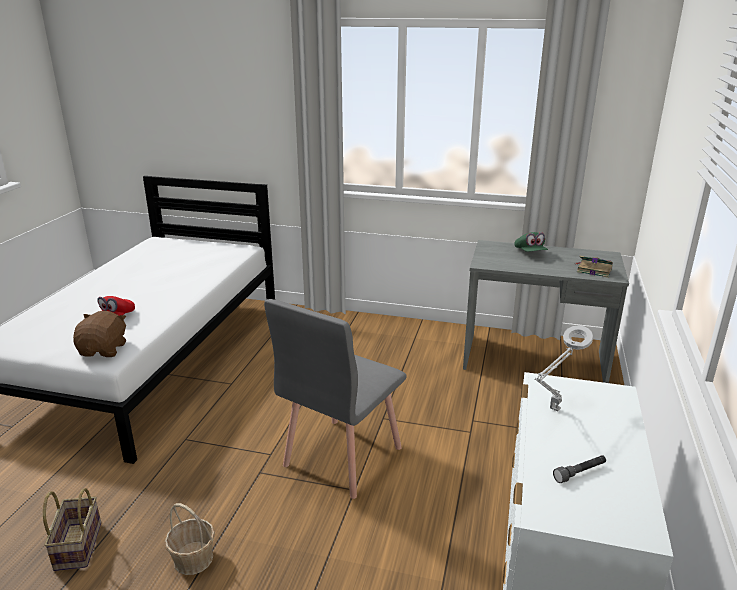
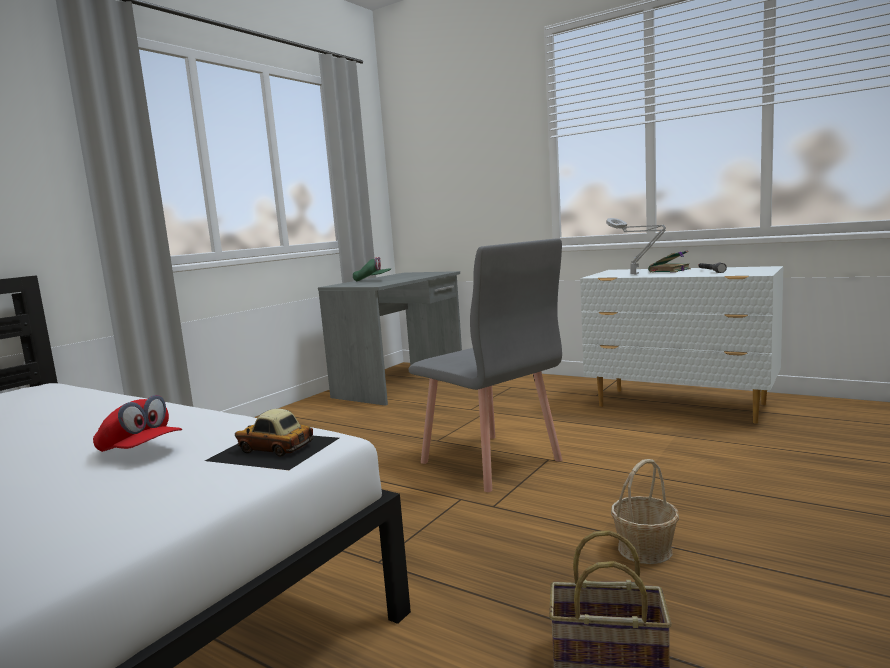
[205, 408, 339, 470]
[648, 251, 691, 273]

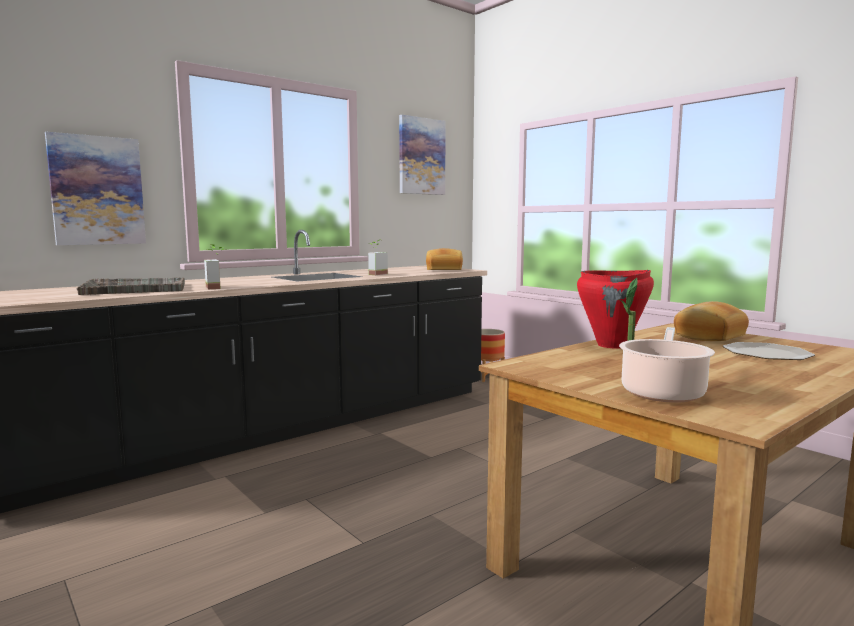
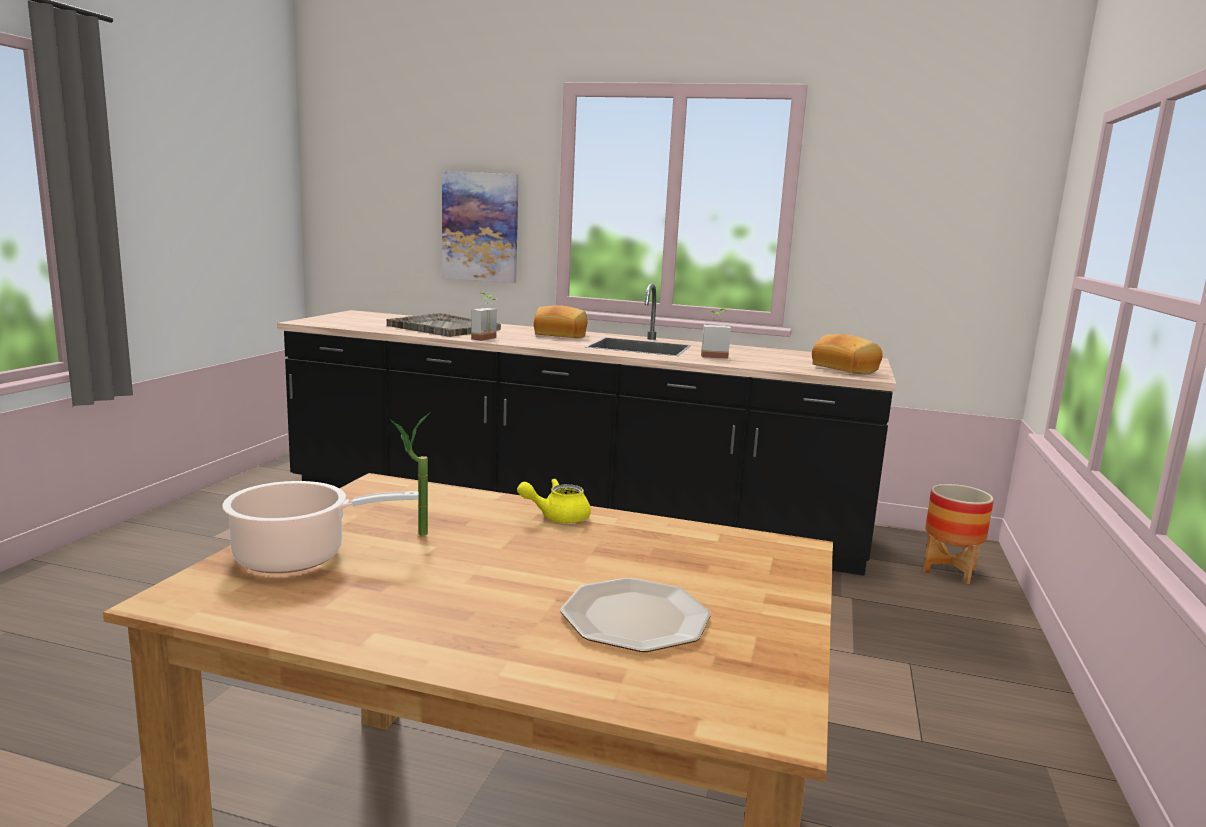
[517, 479, 591, 523]
[534, 305, 588, 338]
[399, 115, 446, 195] (first image)

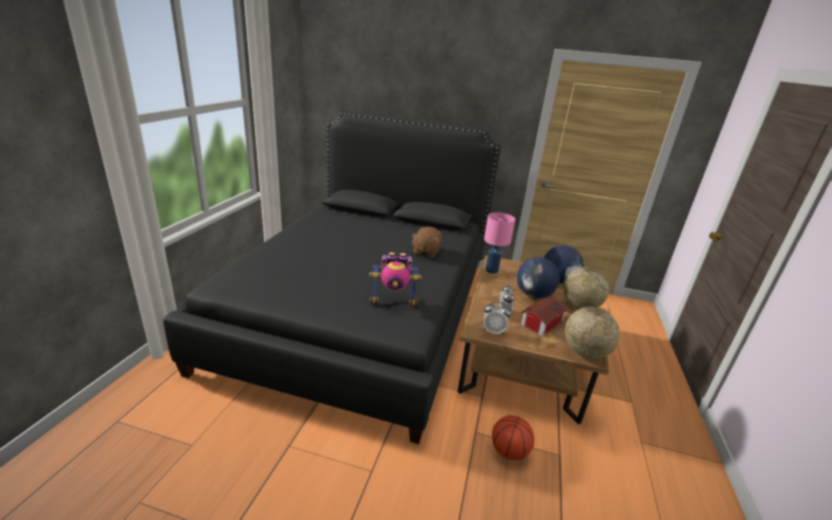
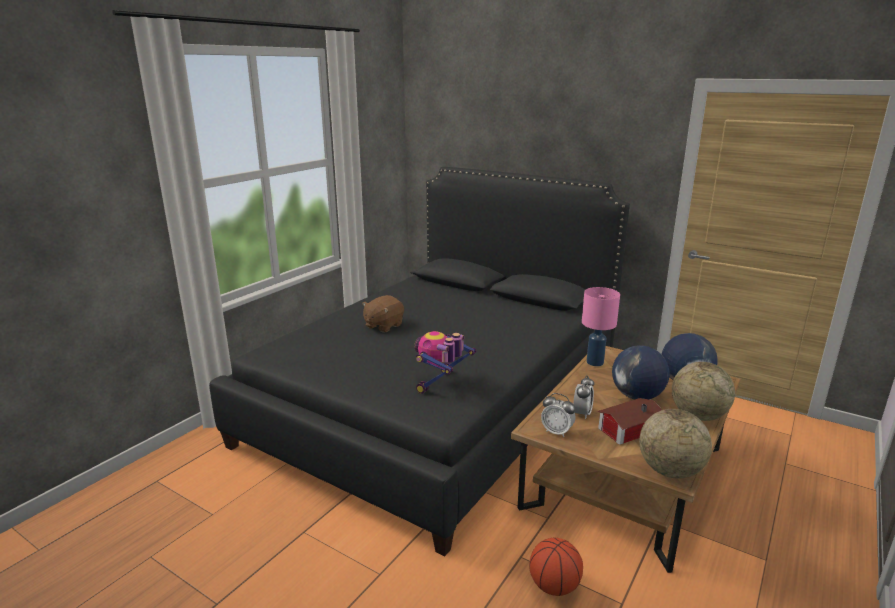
[362, 295, 404, 333]
[414, 331, 476, 394]

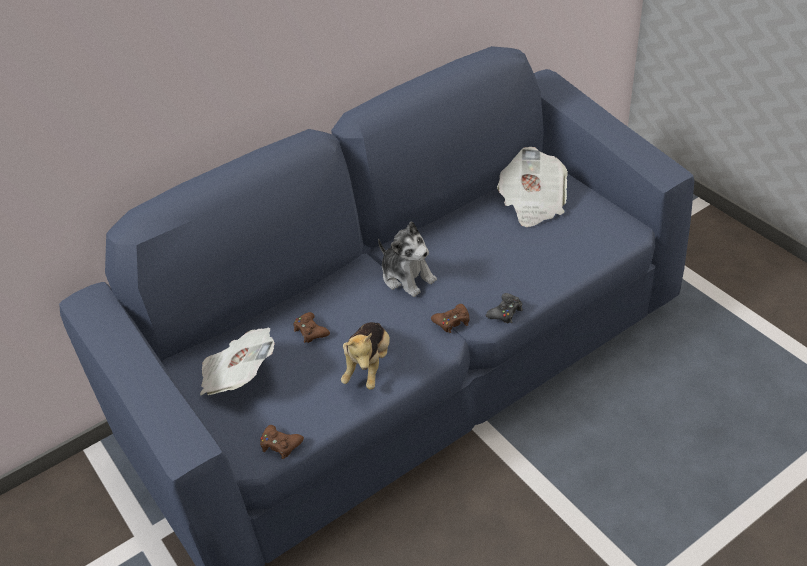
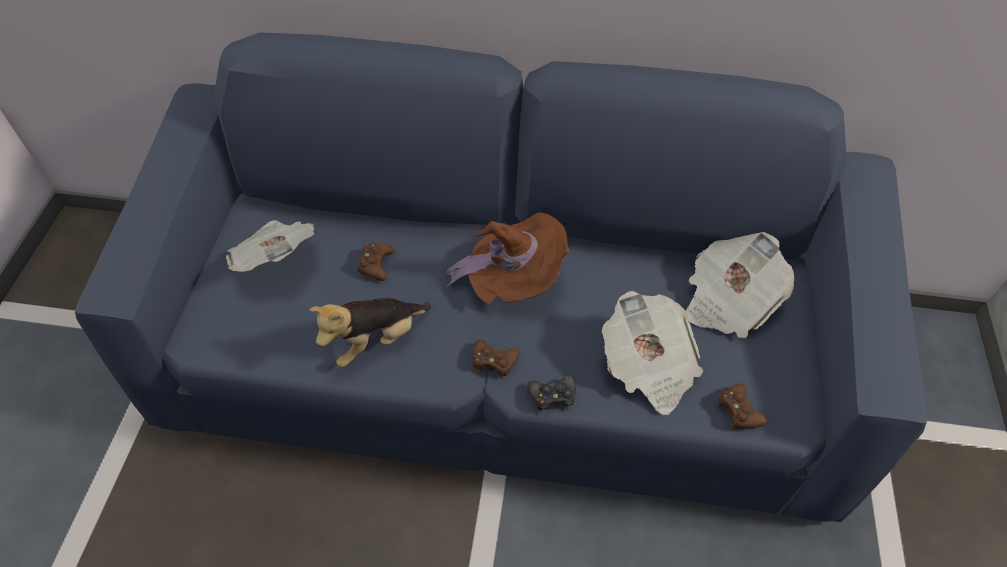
[447, 212, 569, 305]
[602, 291, 703, 415]
[717, 383, 767, 429]

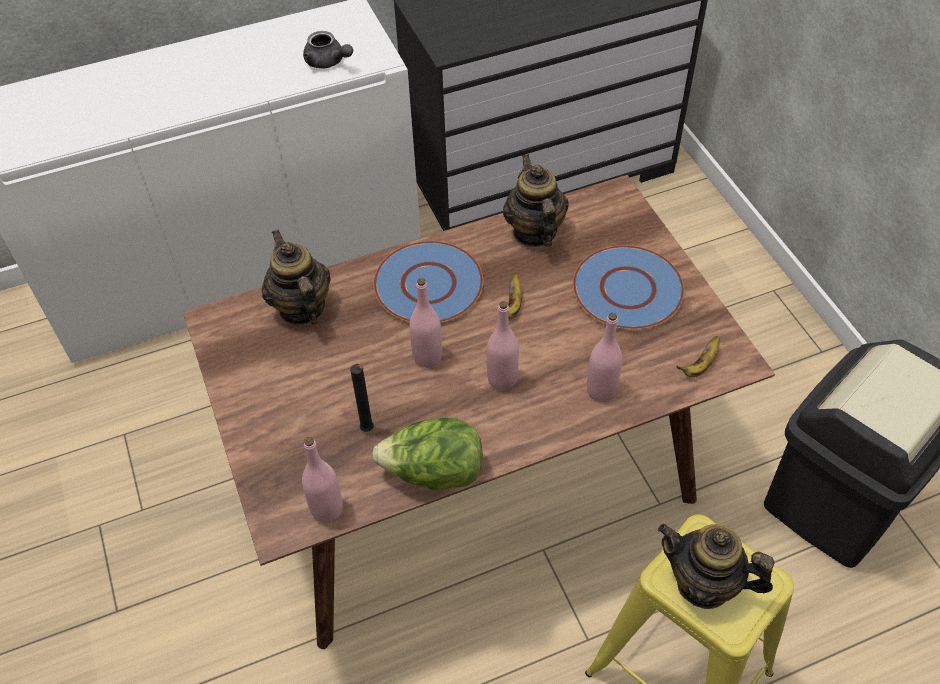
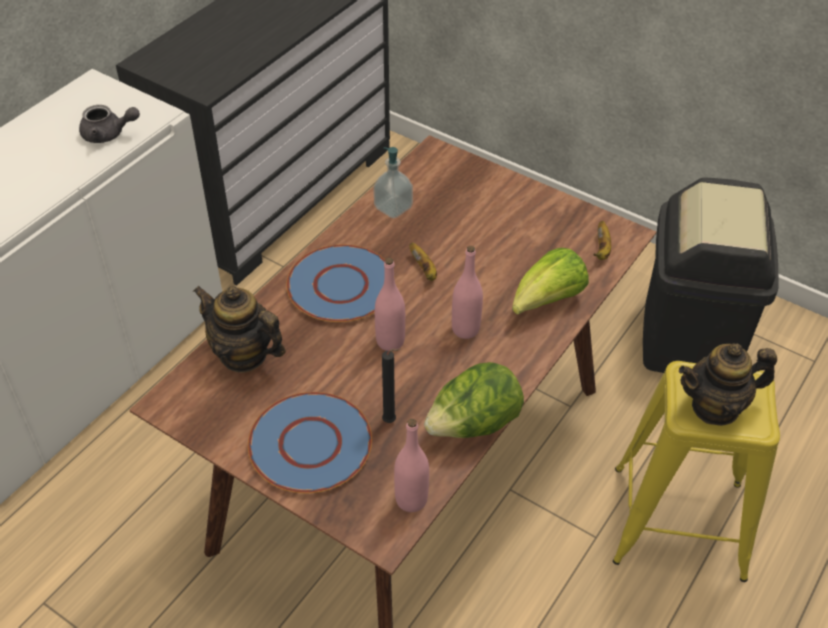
[248, 392, 372, 493]
[373, 147, 413, 218]
[512, 248, 589, 315]

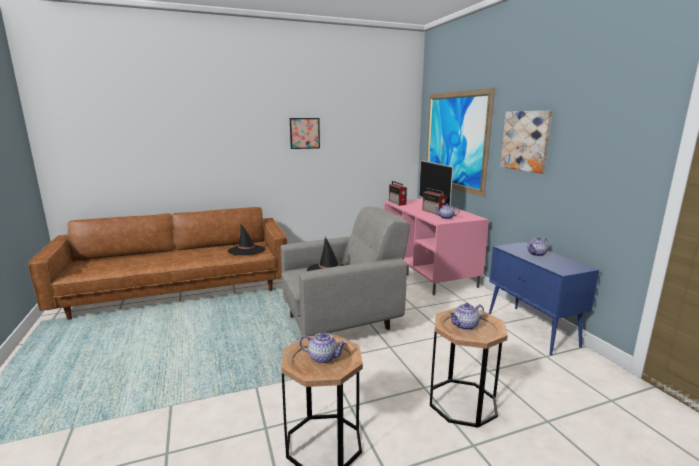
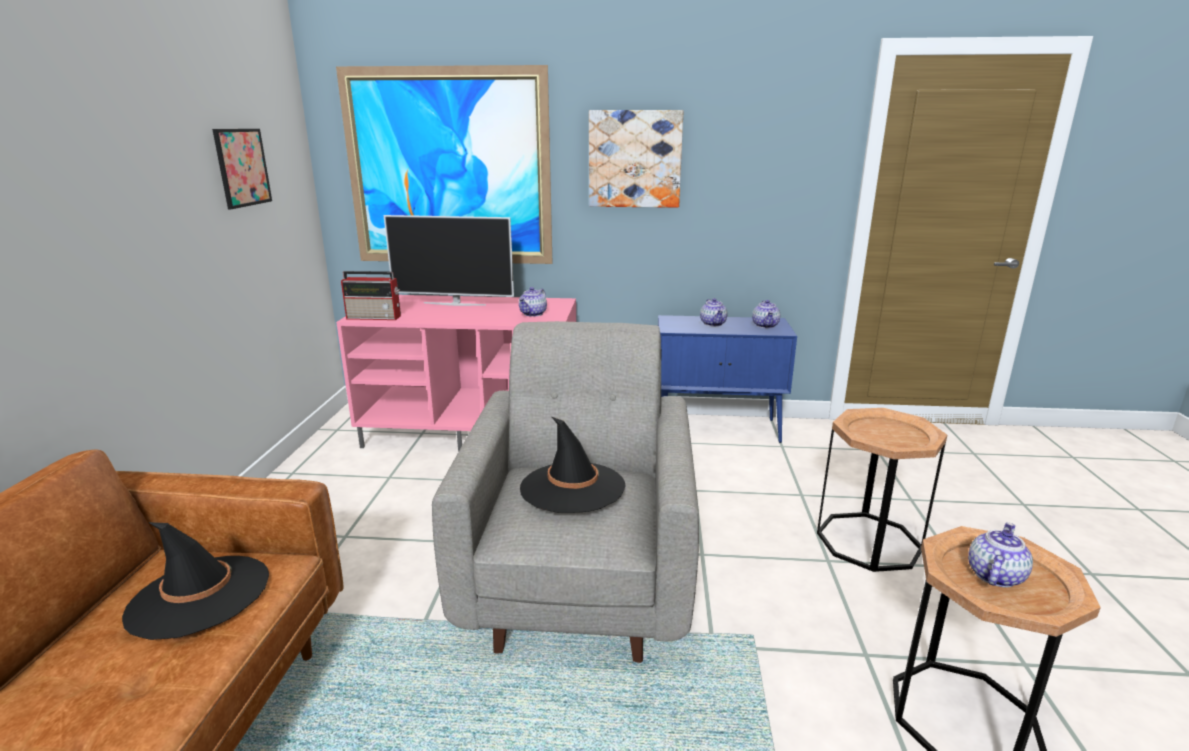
[212, 129, 272, 209]
[752, 300, 780, 328]
[422, 188, 447, 215] (first image)

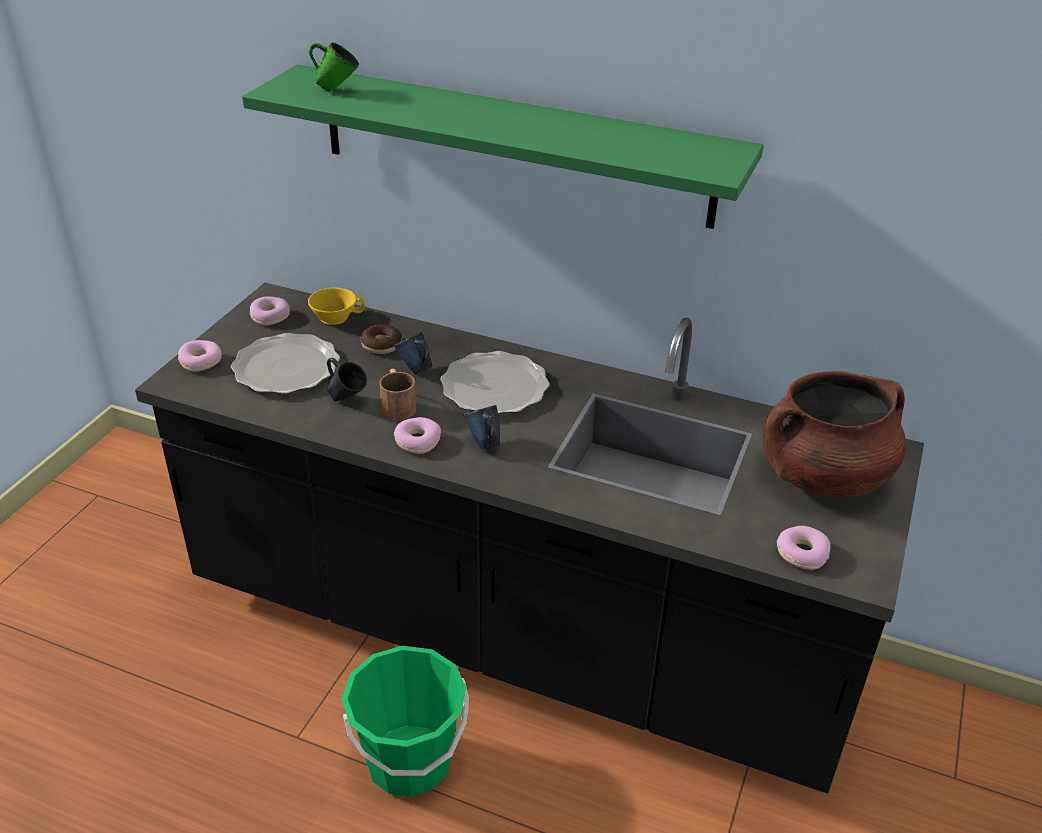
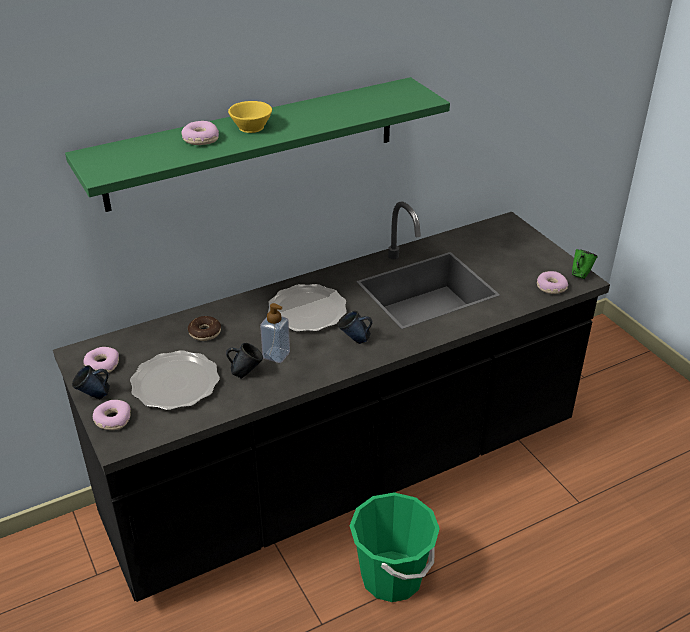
[72, 365, 110, 399]
[182, 121, 219, 145]
[228, 101, 272, 133]
[260, 303, 290, 363]
[572, 249, 598, 279]
[762, 371, 906, 498] (first image)

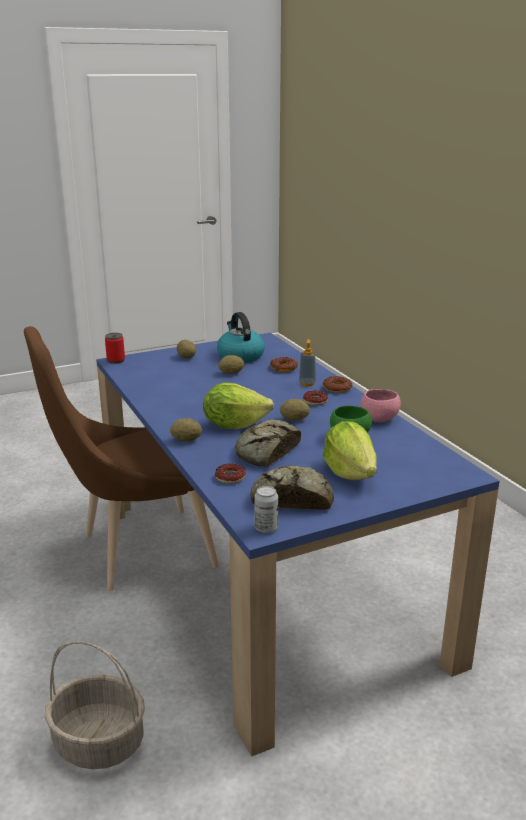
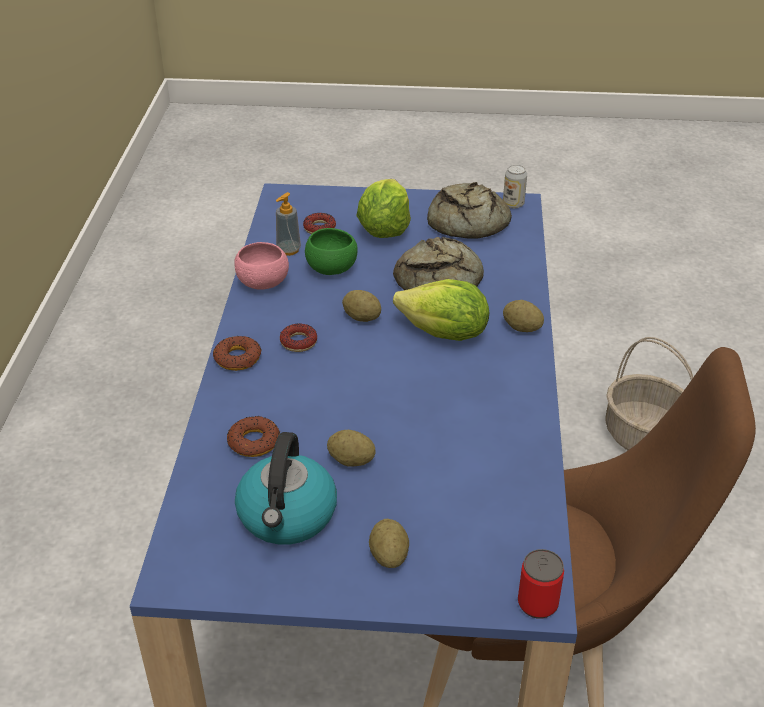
[276, 192, 301, 256]
[303, 213, 336, 234]

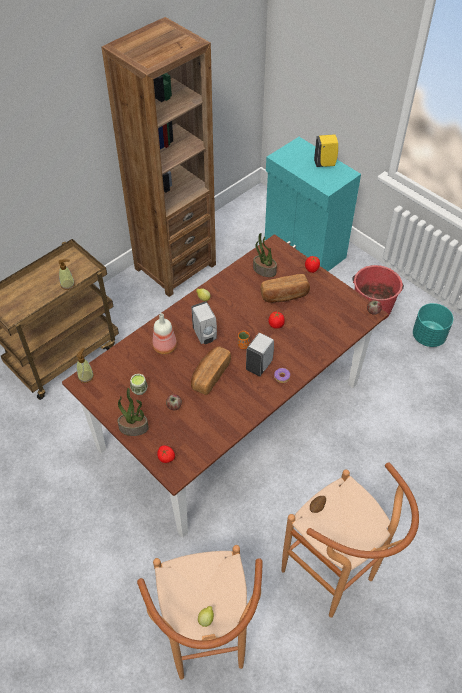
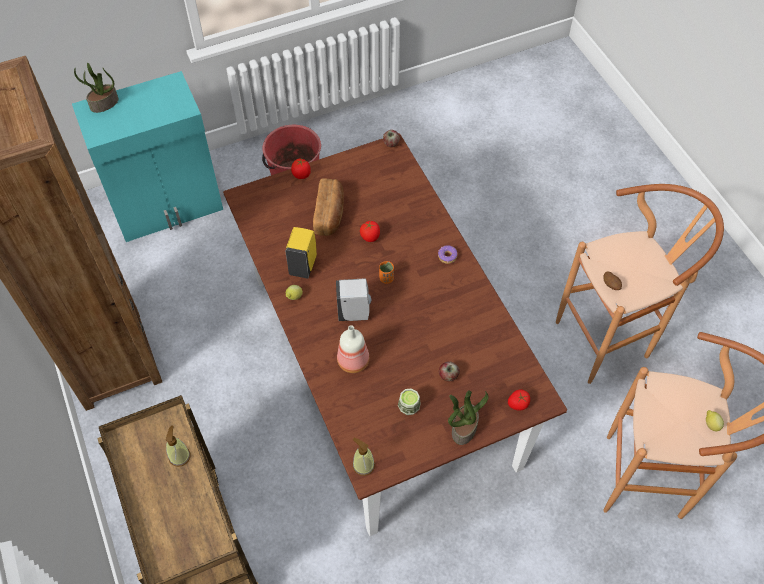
[74, 63, 118, 113]
[285, 227, 317, 279]
[191, 346, 231, 395] (first image)
[246, 333, 274, 377] (first image)
[413, 303, 453, 347] (first image)

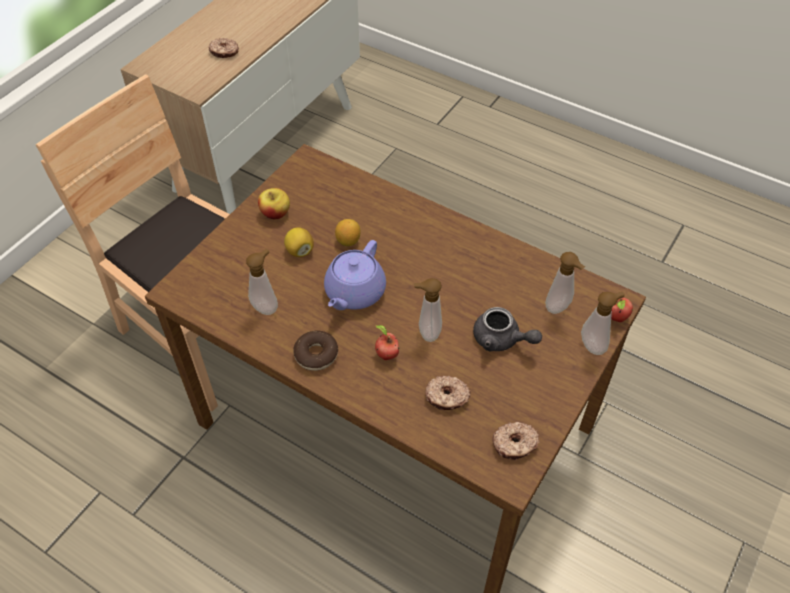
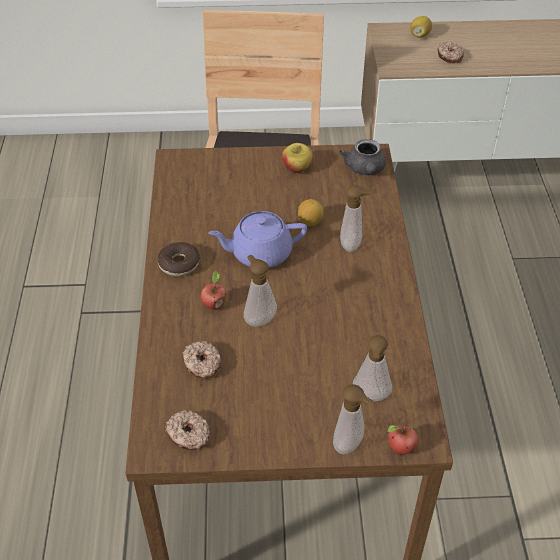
[339, 139, 386, 175]
[340, 185, 372, 252]
[410, 16, 432, 38]

